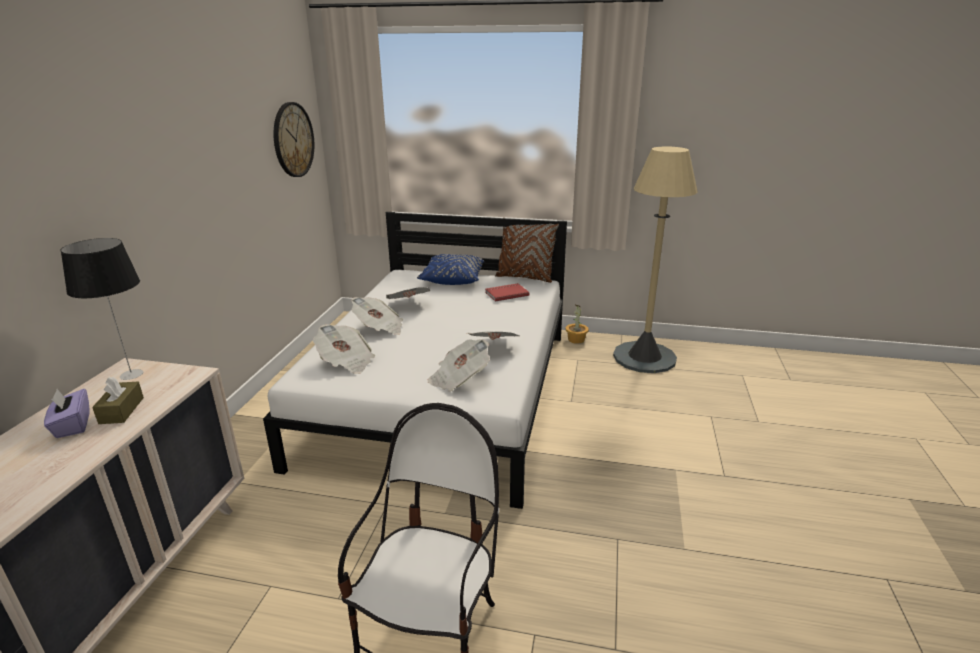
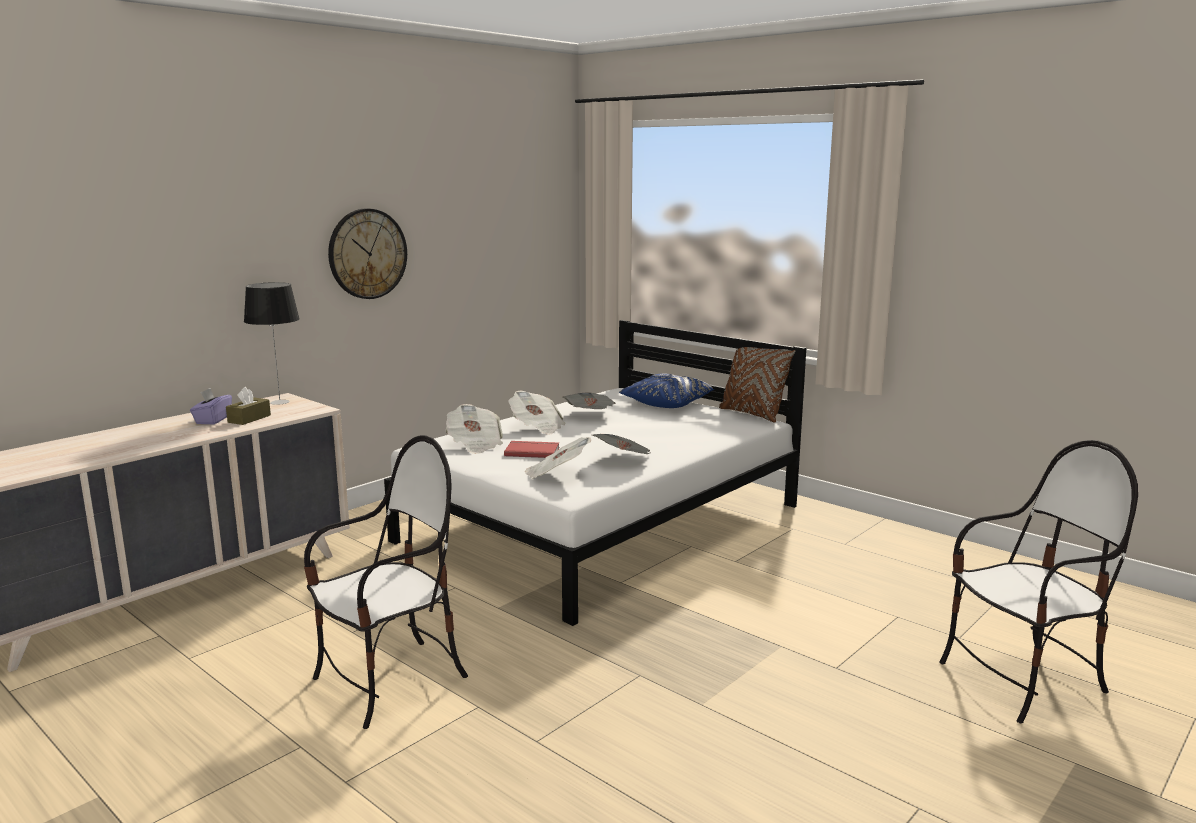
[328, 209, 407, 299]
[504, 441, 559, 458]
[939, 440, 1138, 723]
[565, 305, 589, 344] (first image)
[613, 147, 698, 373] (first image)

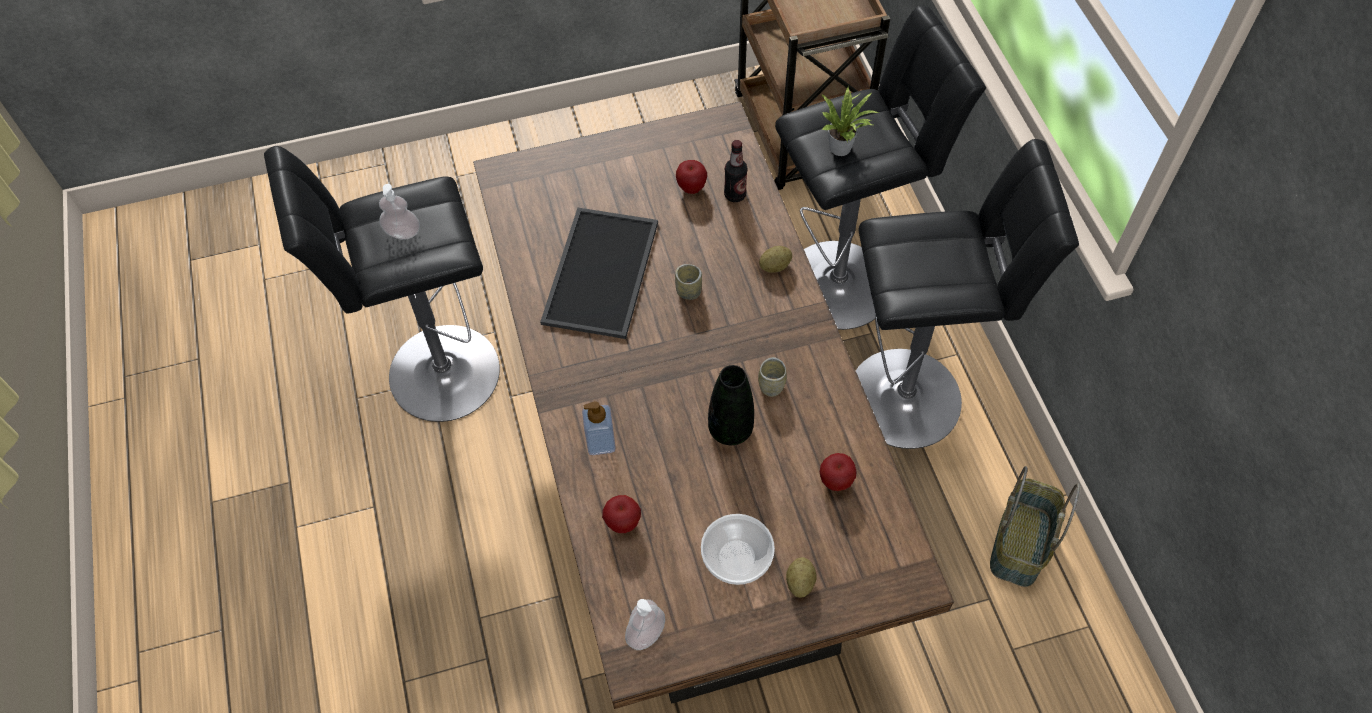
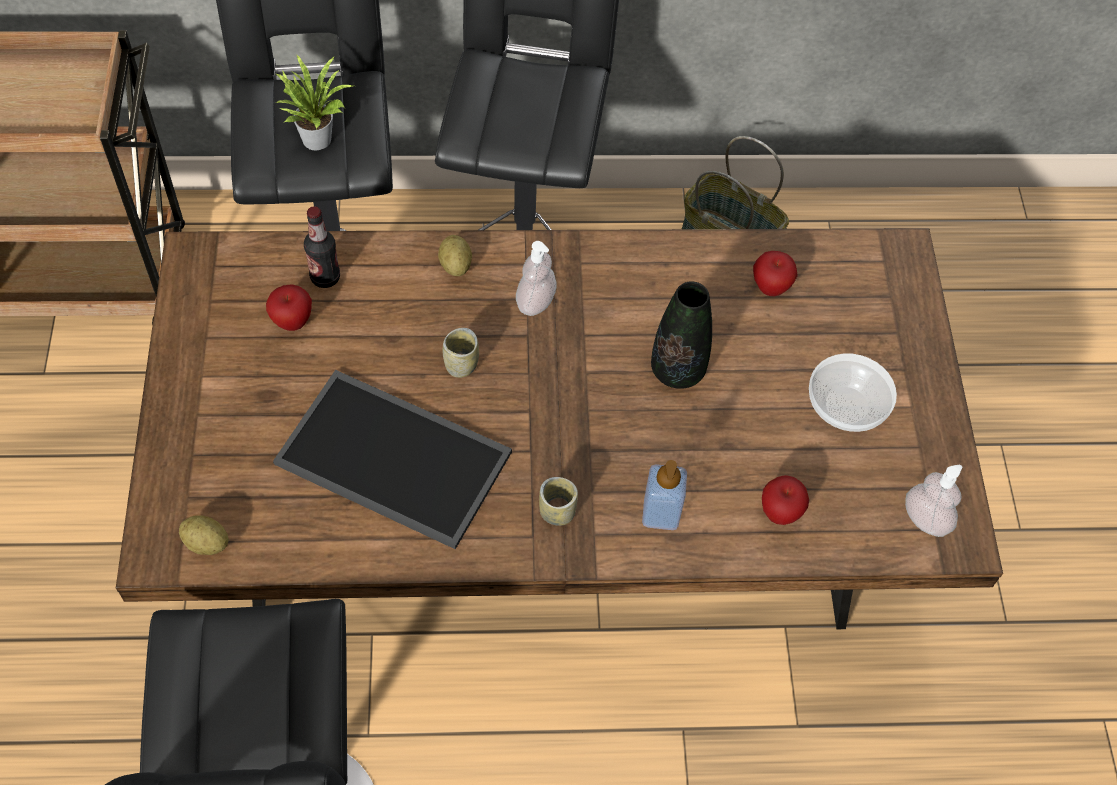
[179, 515, 229, 555]
[516, 241, 557, 316]
[539, 477, 578, 526]

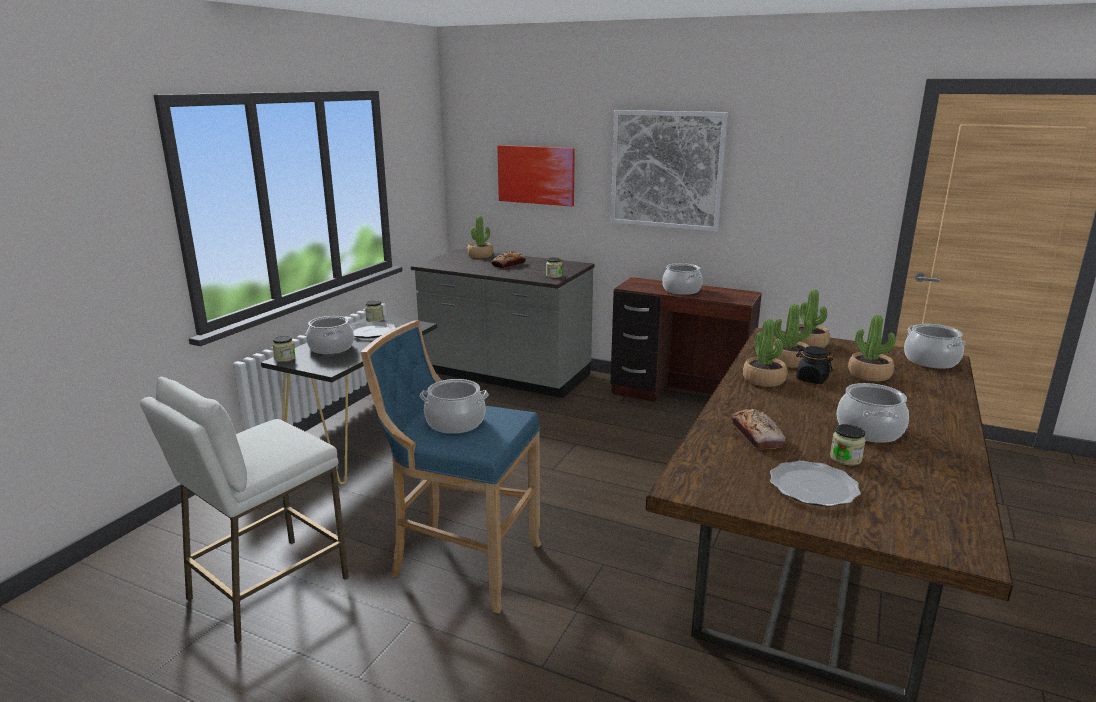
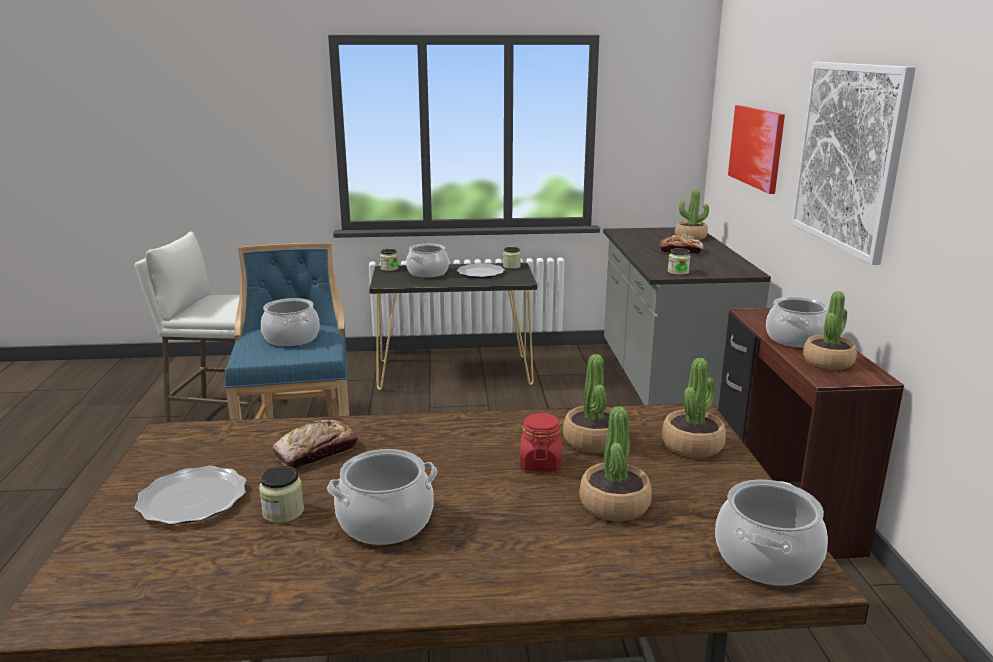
[520, 413, 562, 472]
[803, 291, 857, 370]

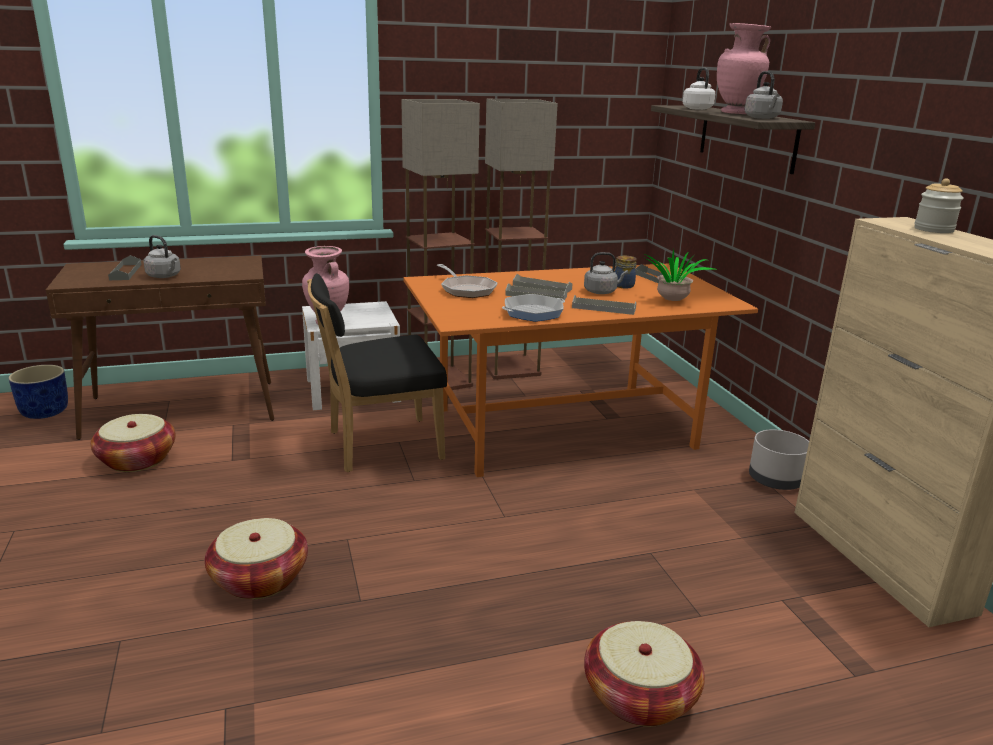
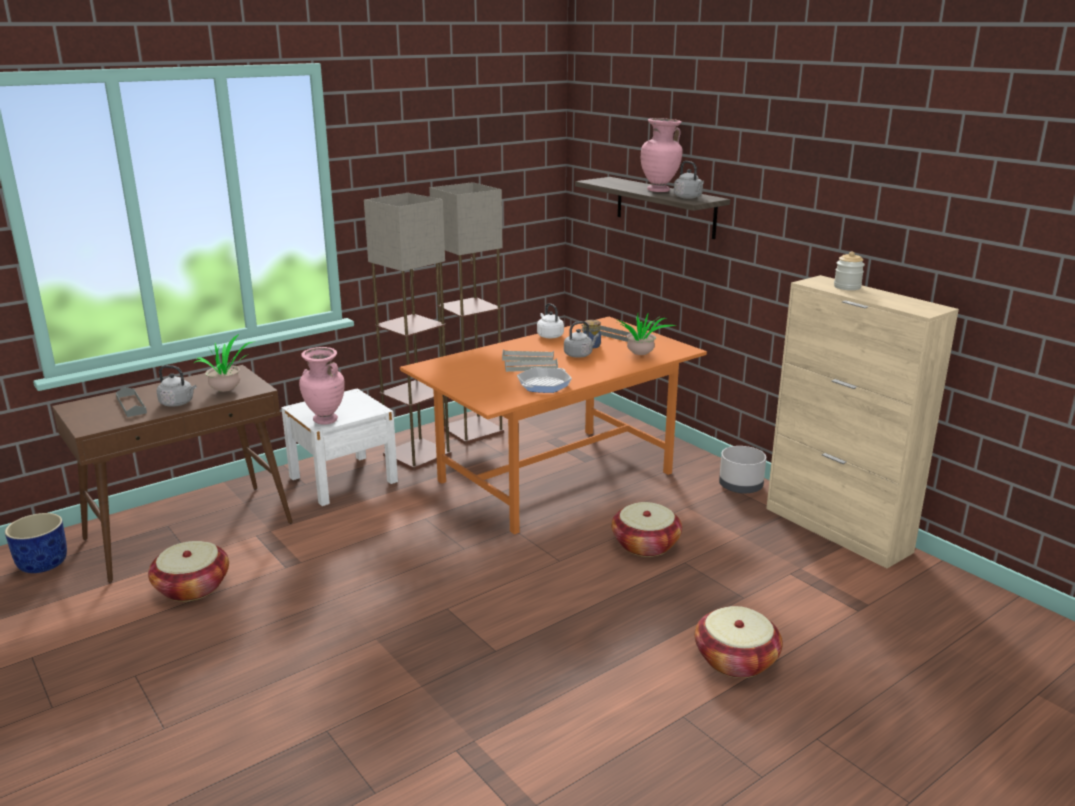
[194, 334, 253, 392]
[537, 303, 564, 339]
[611, 502, 682, 557]
[307, 273, 447, 472] (first image)
[437, 264, 498, 298] (first image)
[572, 295, 636, 315] (first image)

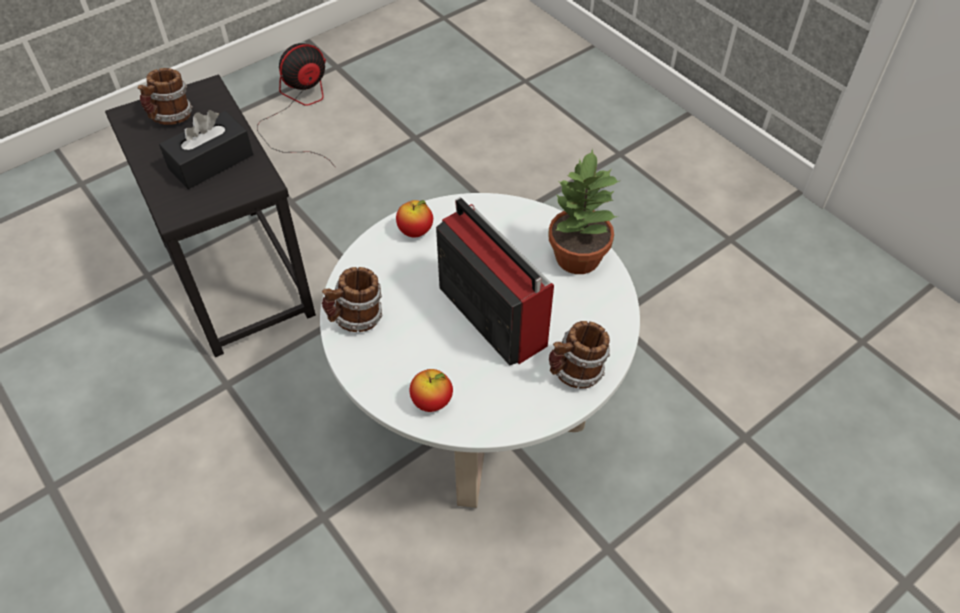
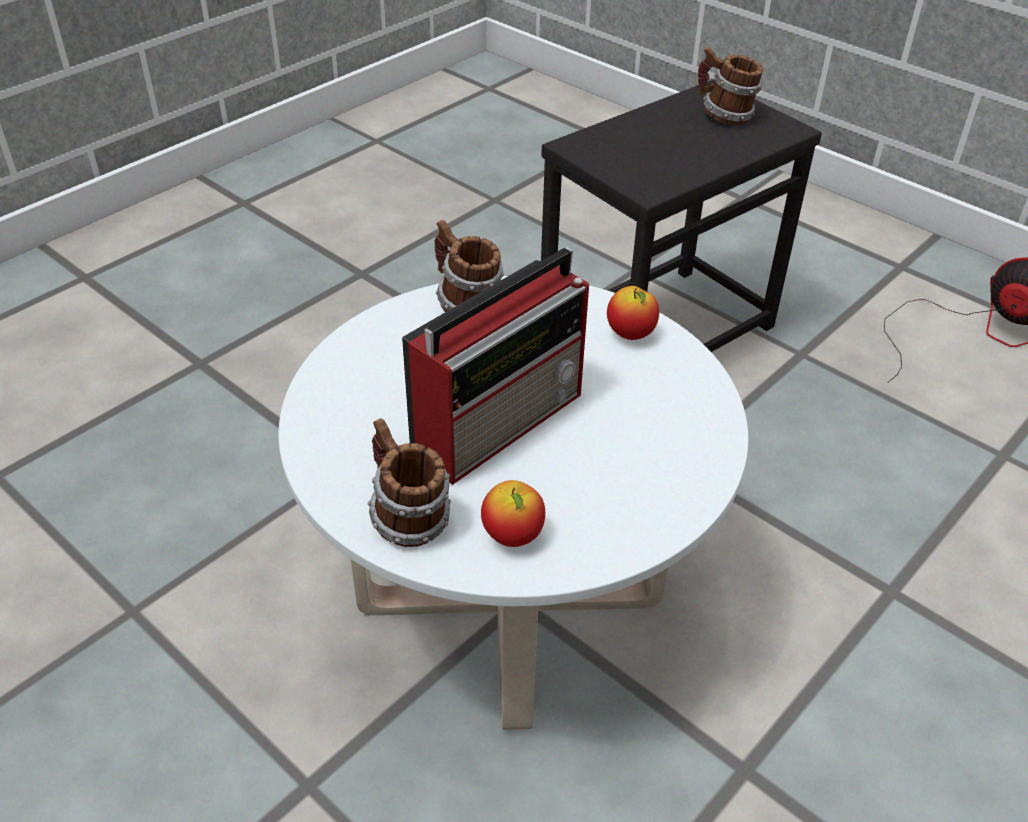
[481, 480, 545, 547]
[159, 110, 253, 189] (first image)
[548, 149, 619, 274] (first image)

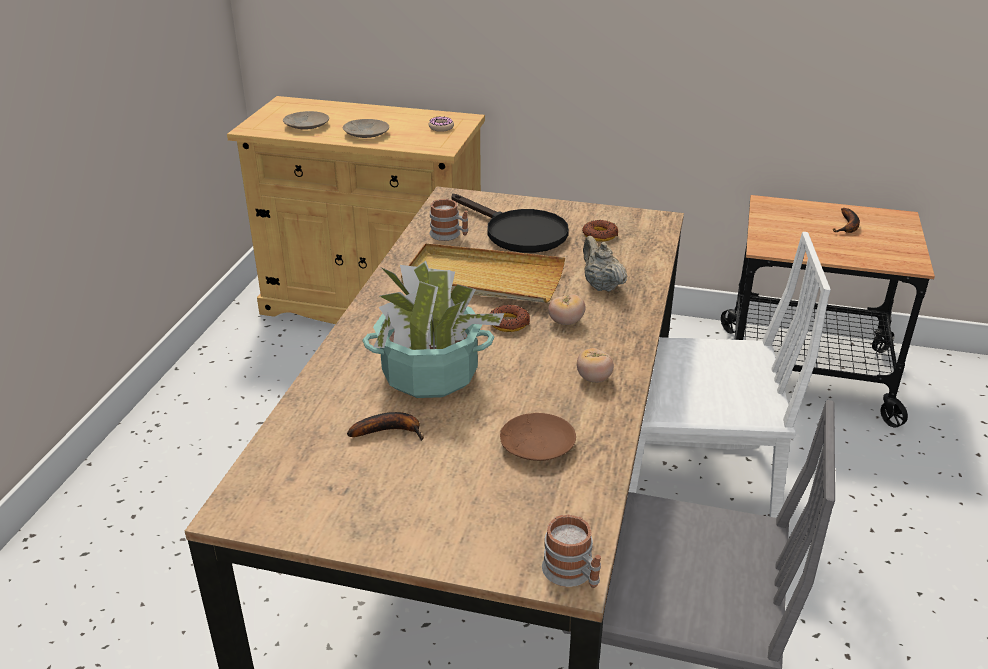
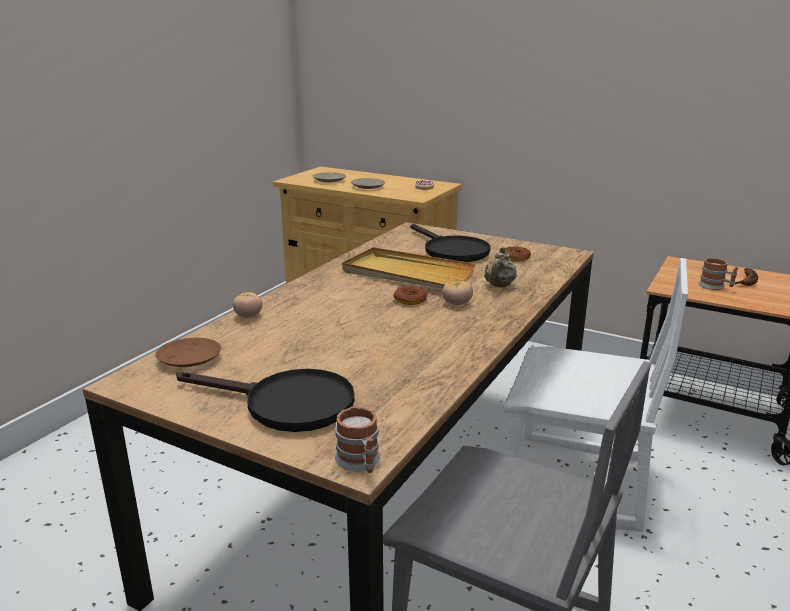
[156, 337, 221, 367]
[176, 369, 355, 432]
[233, 292, 262, 318]
[484, 247, 517, 288]
[698, 258, 738, 290]
[347, 412, 424, 441] (first image)
[363, 261, 505, 398] (first image)

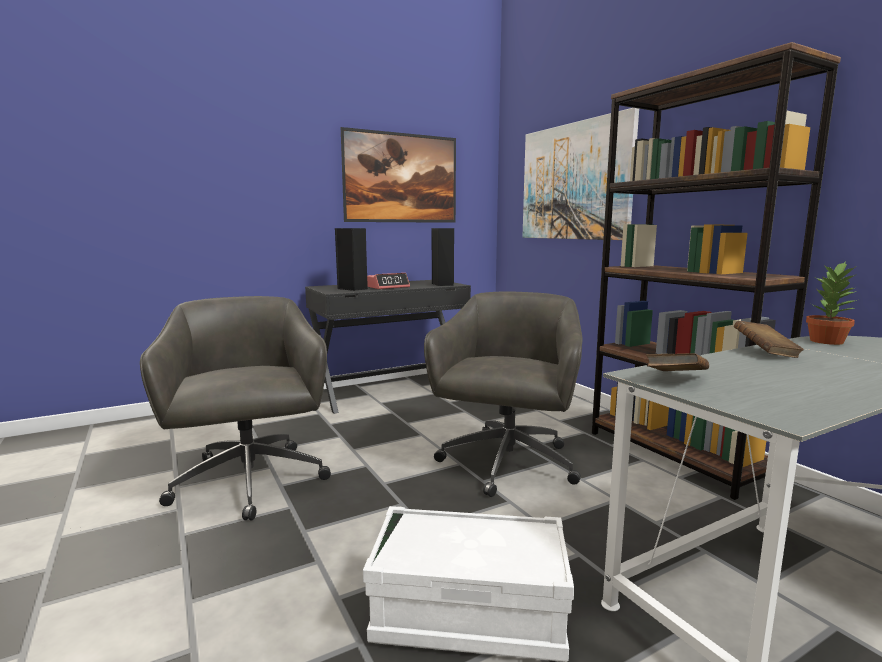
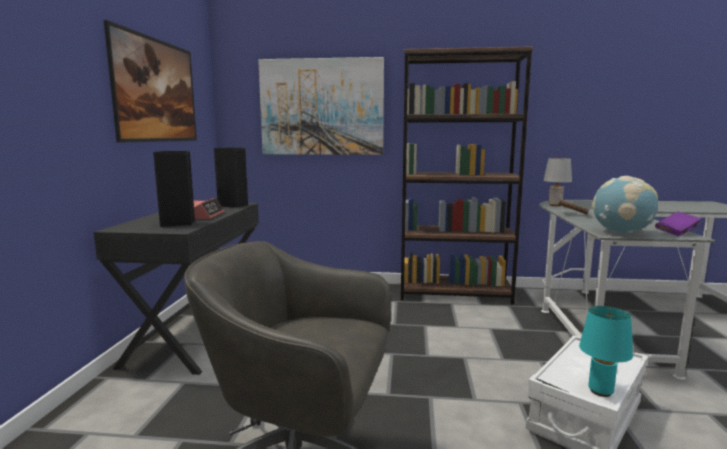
[544, 158, 572, 206]
[579, 306, 633, 397]
[592, 176, 658, 233]
[655, 212, 702, 236]
[424, 291, 583, 497] (first image)

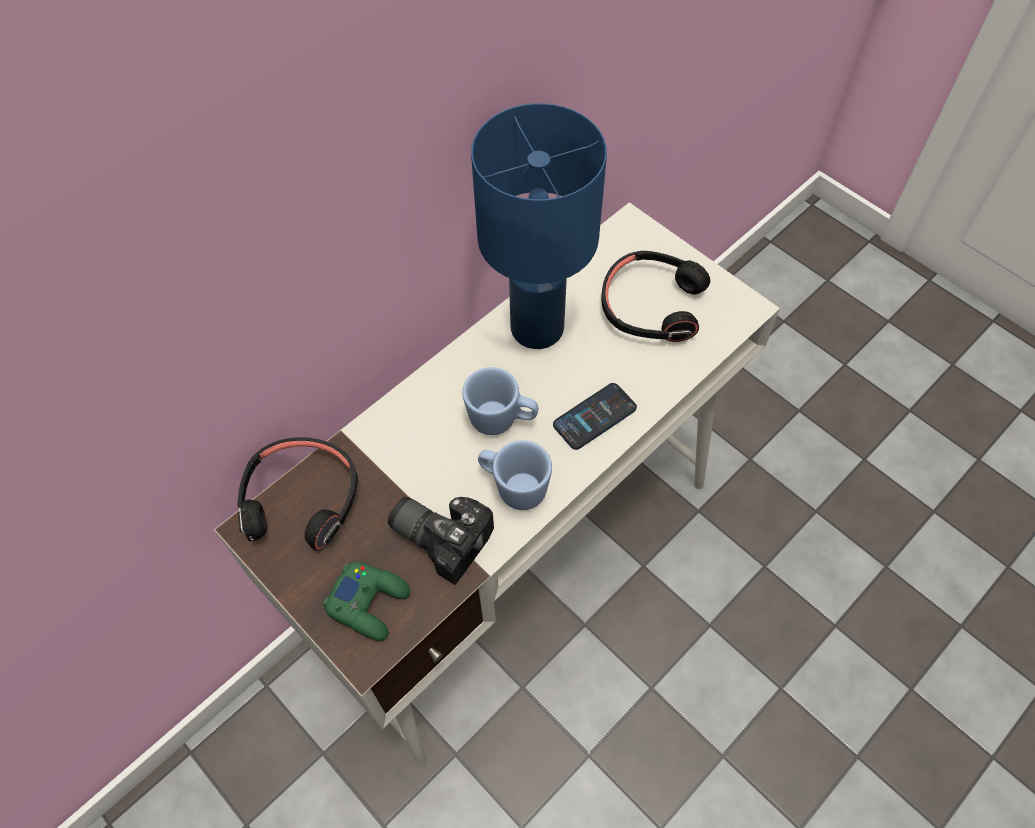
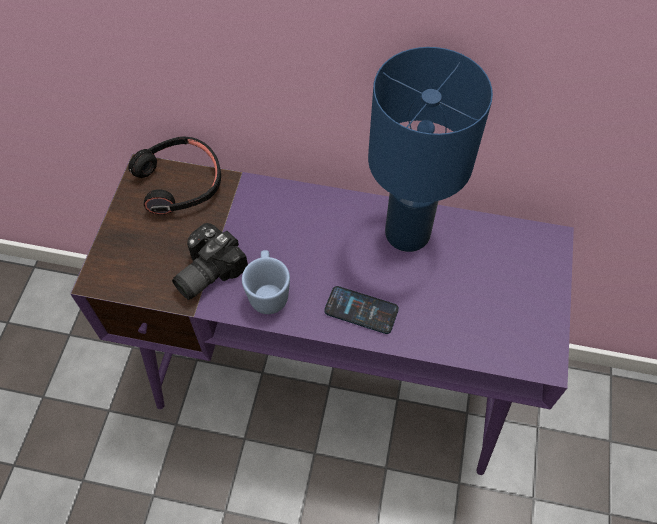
[70, 153, 574, 475]
[172, 223, 248, 300]
[323, 562, 410, 641] (first image)
[462, 367, 538, 435] (first image)
[601, 251, 710, 342] (first image)

